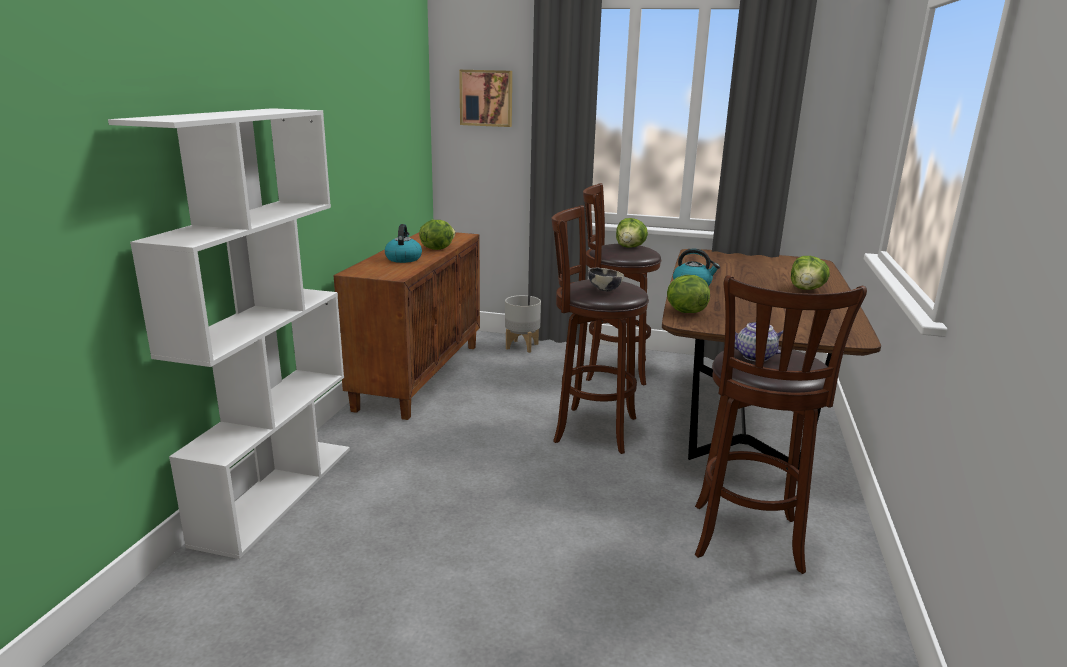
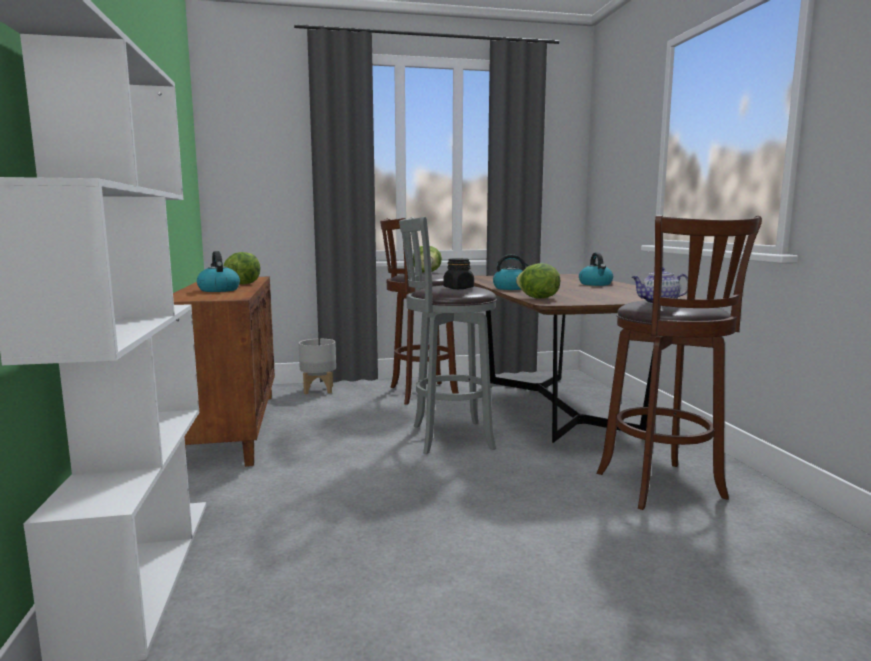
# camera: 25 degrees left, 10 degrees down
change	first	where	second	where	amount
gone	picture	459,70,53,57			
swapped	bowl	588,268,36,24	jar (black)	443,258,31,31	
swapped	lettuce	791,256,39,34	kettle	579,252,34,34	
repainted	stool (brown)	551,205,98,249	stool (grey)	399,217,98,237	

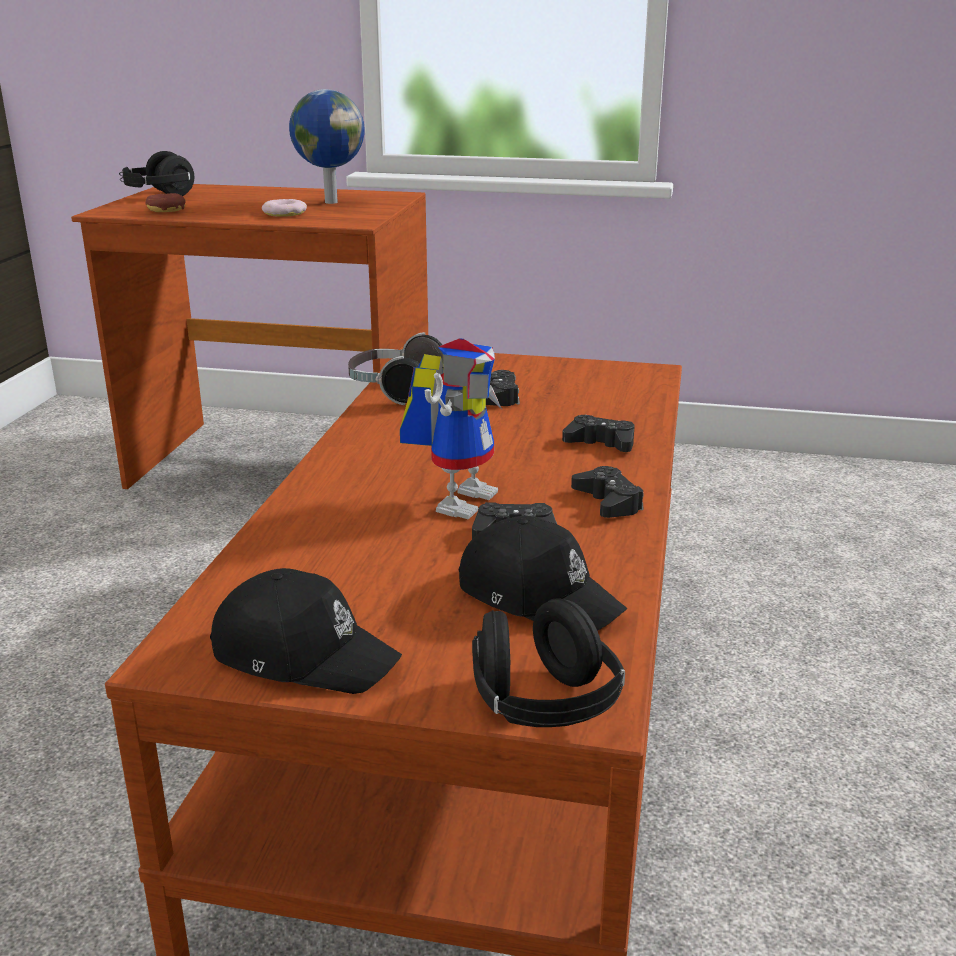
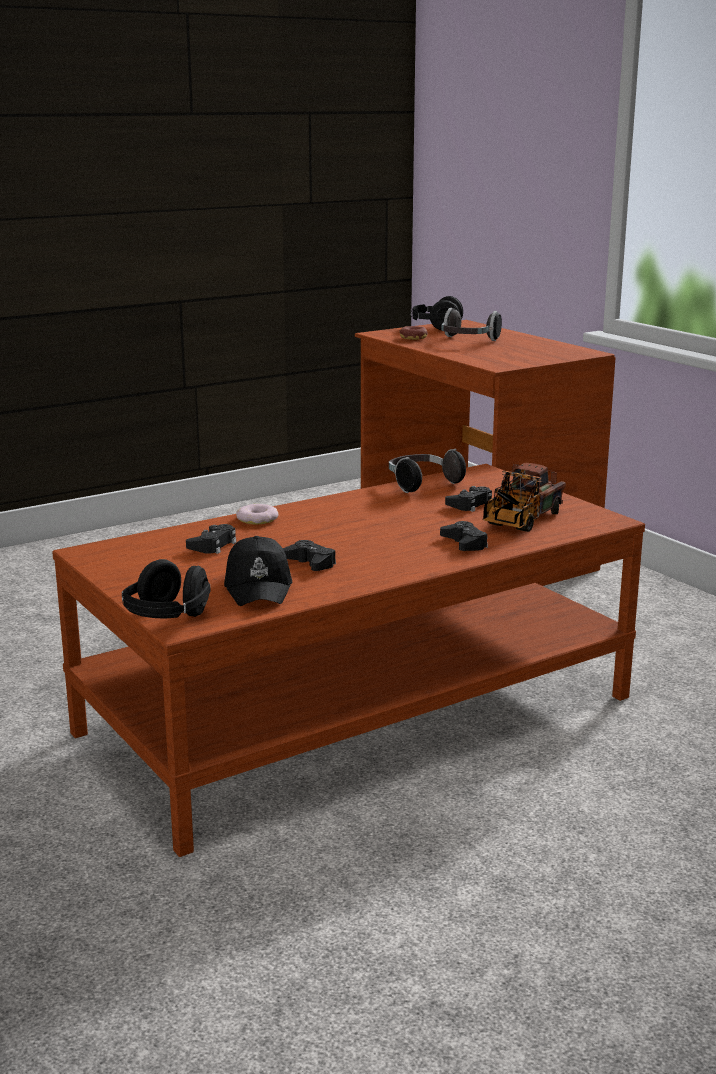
# camera: 45 degrees right, 5 degrees down
change	first	where	second	where	amount
gone	cap (black)	210,568,192,126			
gone	globe	289,89,76,115			
gone	toy robot	400,338,102,182			
new			headphones	442,308,60,33	
new			toy truck	482,463,84,69	
shifted	donut	262,199,45,18		236,504,43,21	
shifted	game controller (black)	571,466,73,52		186,524,51,30	

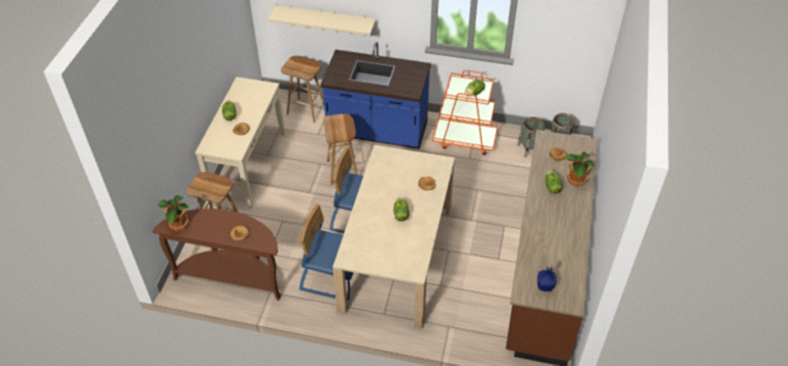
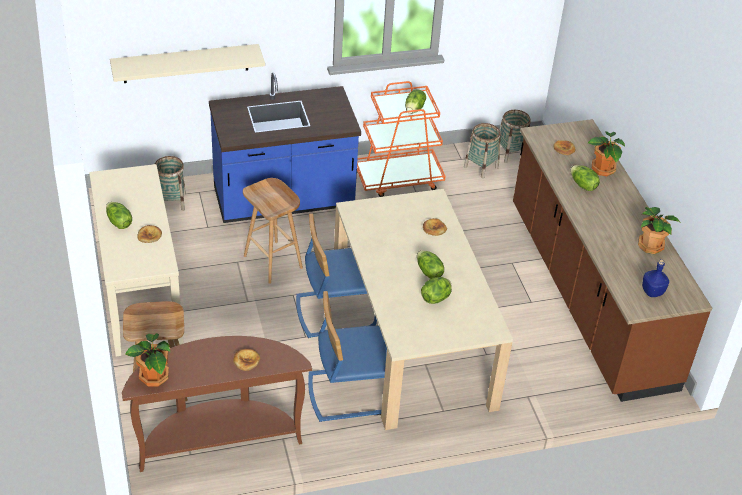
# camera: 30 degrees left, 5 degrees down
change	first	where	second	where	amount
new			lettuce	421,277,31,27	
new			potted plant	638,207,42,47	
swapped	stool (brown)	281,56,43,67	basket	155,156,31,55	

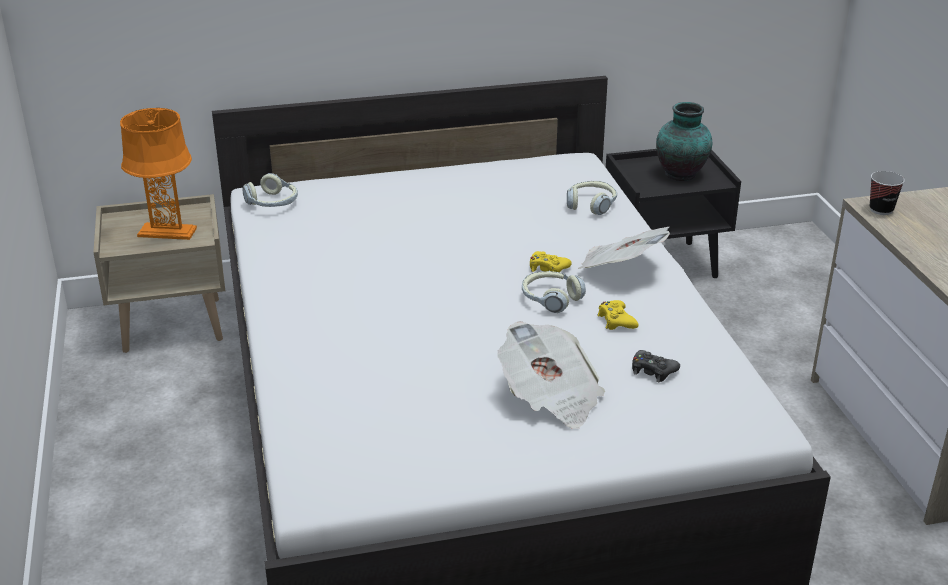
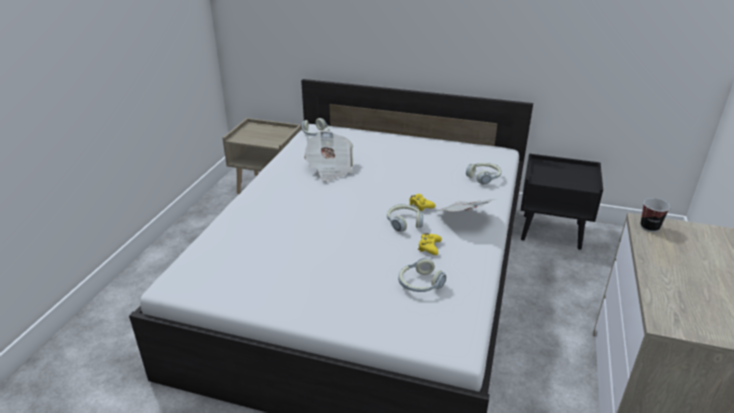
# camera: 30 degrees right, 0 degrees up
change	first	where	second	where	amount
gone	table lamp (orange)	120,108,77,132			
gone	vase	656,102,57,79			
shifted	newspaper	497,321,108,108		304,130,50,52	
swapped	game controller (black)	632,350,48,32	headphones	398,258,48,34	

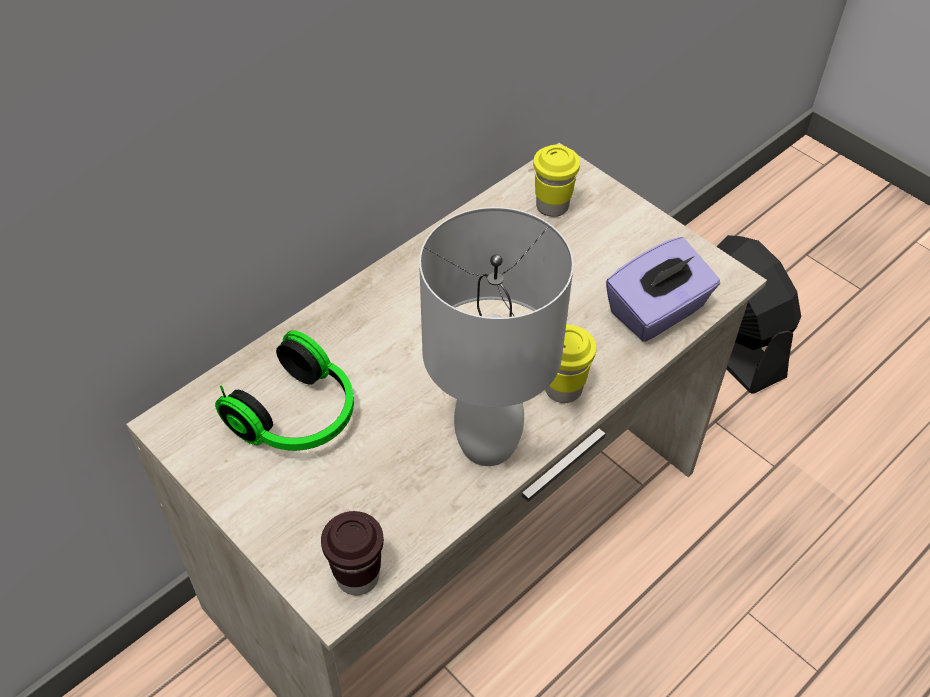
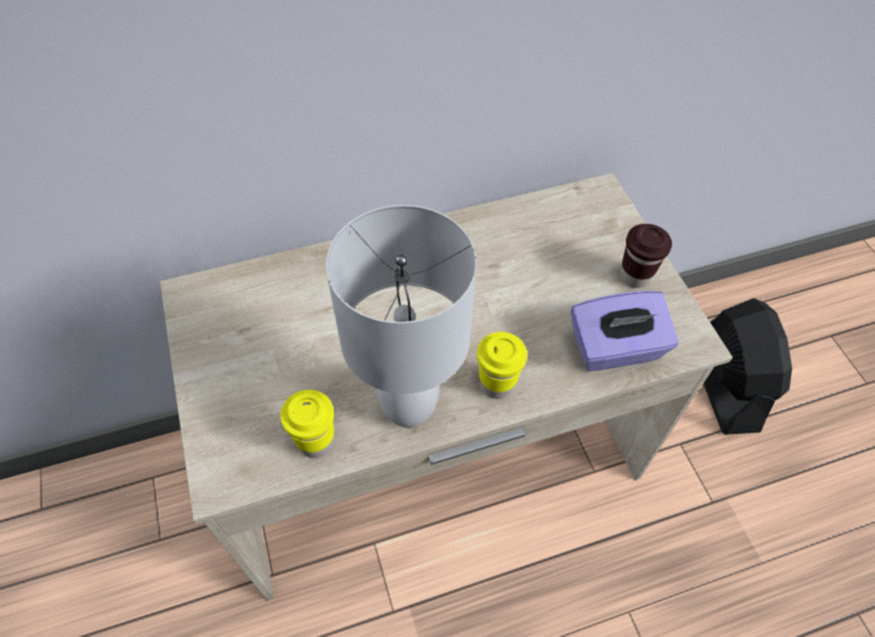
# camera: 25 degrees right, 5 degrees up
change	first	where	second	where	amount
gone	headphones	215,330,139,121			
shifted	cup (brown)	321,511,63,85		620,224,52,64	
shifted	cup (yellow)	533,145,47,72		280,390,54,68	

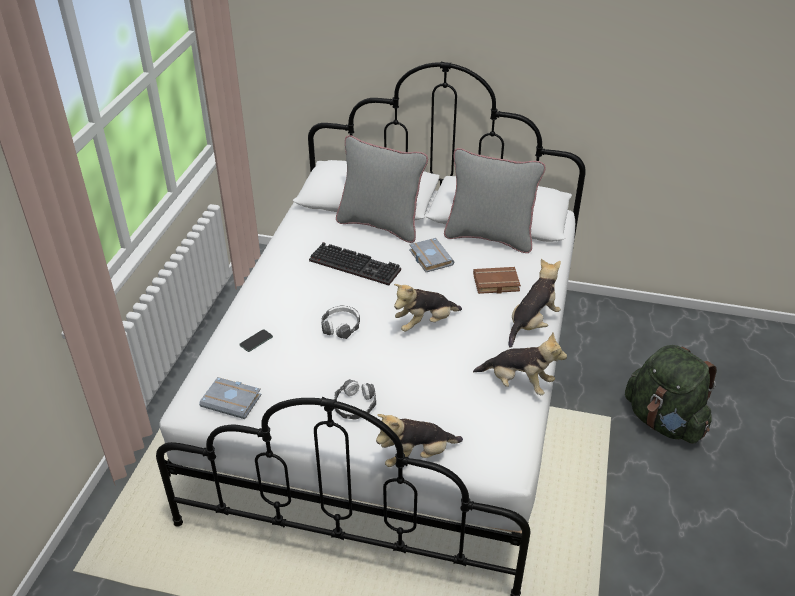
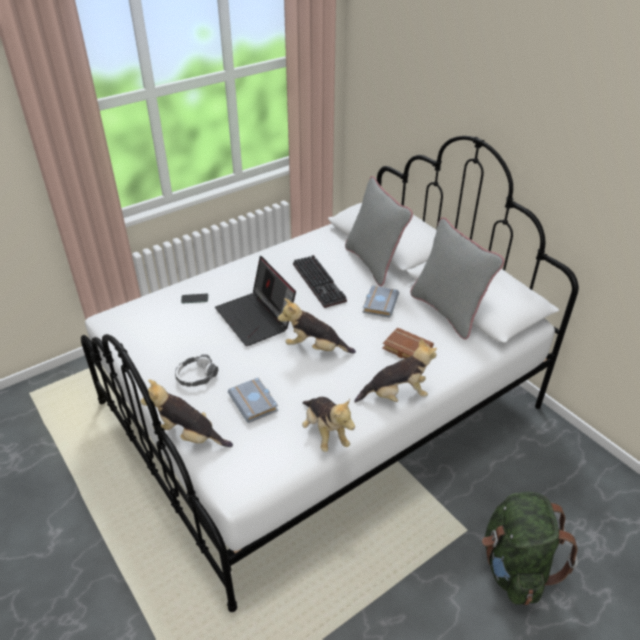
# camera: 40 degrees right, 0 degrees up
change	first	where	second	where	amount
shifted	book (grey)	199,377,62,42		228,378,50,45	
swapped	headphones	321,305,39,34	laptop	215,256,81,90	

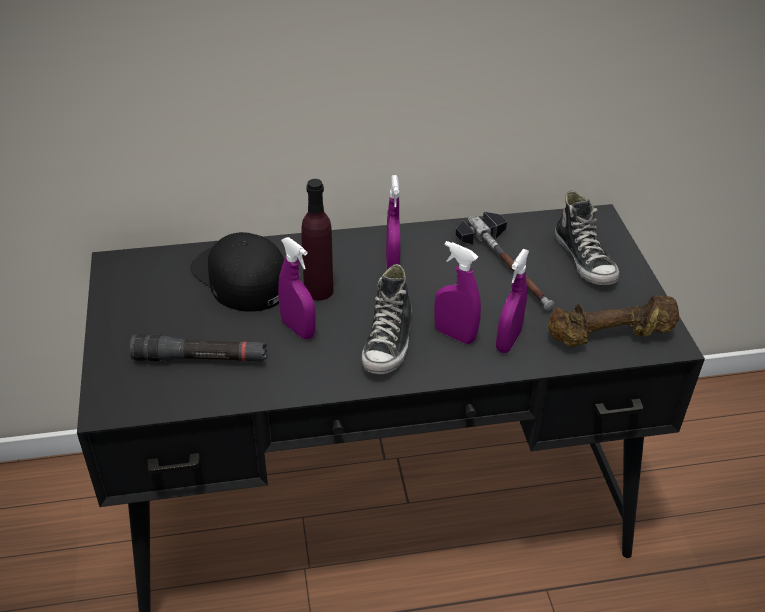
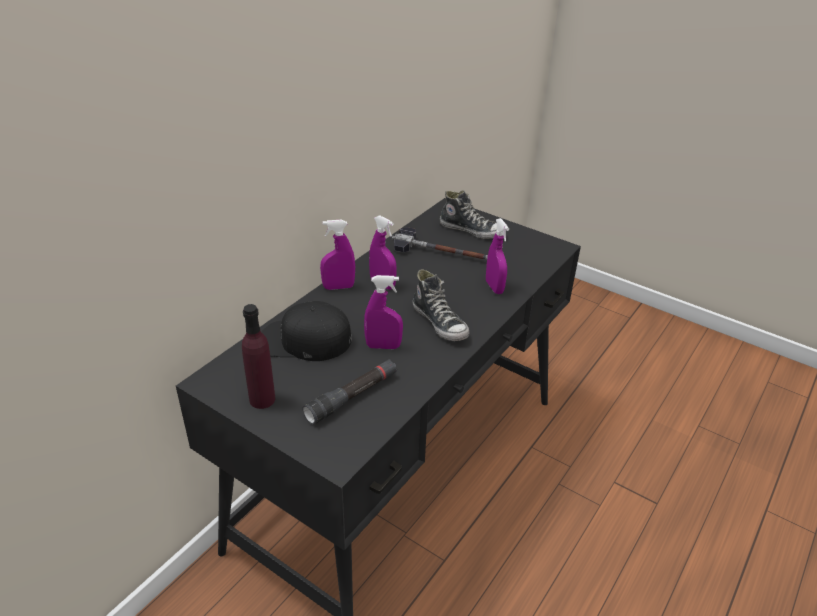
# camera: 45 degrees left, 5 degrees down
change	first	where	second	where	amount
gone	dumbbell (brown)	548,295,131,52			
shifted	bottle (purple)	301,179,32,122		242,304,33,105	
shifted	spray bottle (purple)	434,241,47,103		320,220,35,70	

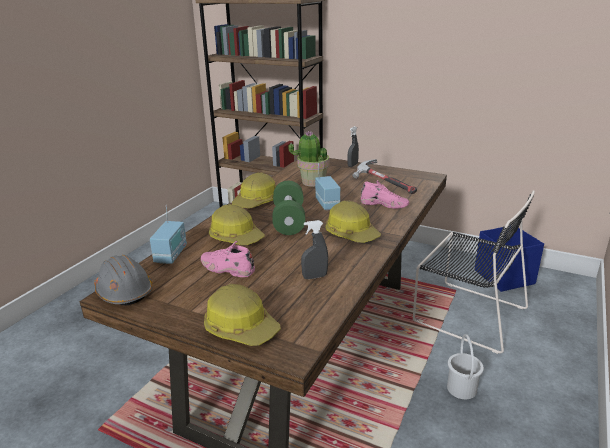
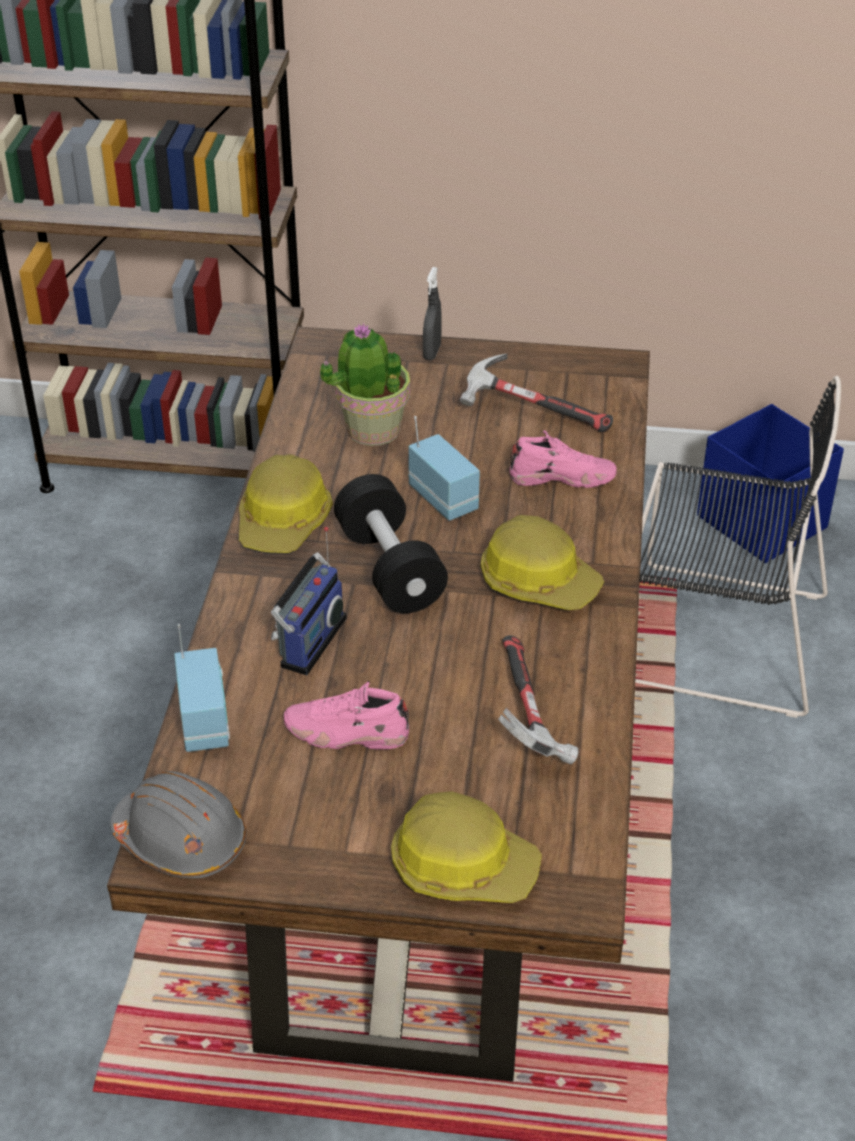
# camera: 20 degrees left, 15 degrees up
change	first	where	second	where	amount
gone	bucket (white)	447,334,37,65			
swapped	hard hat	209,204,56,41	radio	271,527,76,148	
swapped	spray bottle (grey)	301,220,27,59	hammer	498,635,80,129	
repainted	dumbbell (green)	272,181,33,54	dumbbell (black)	334,474,114,139	

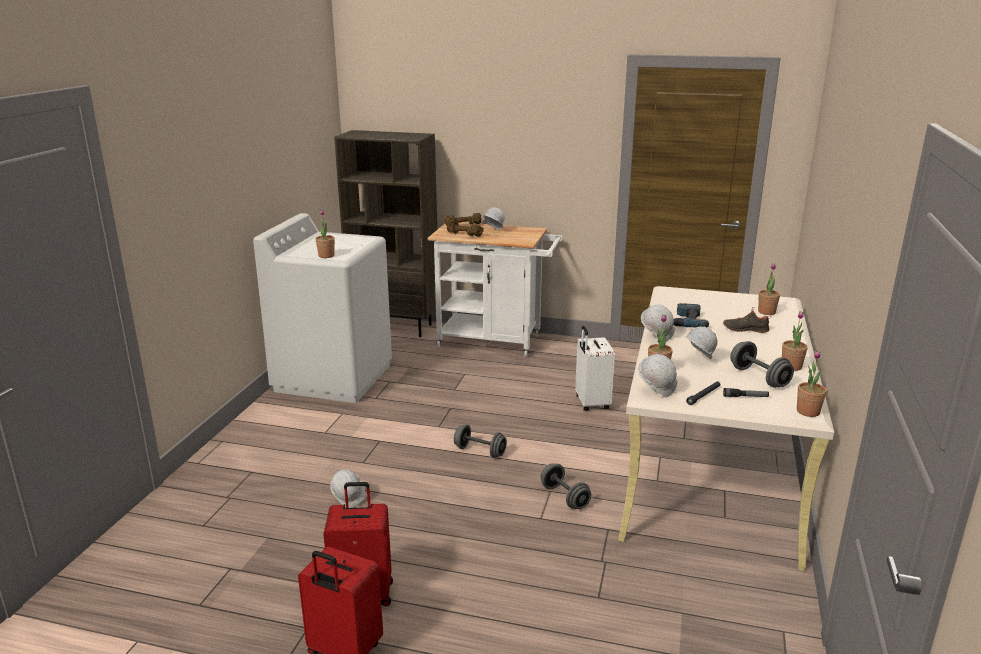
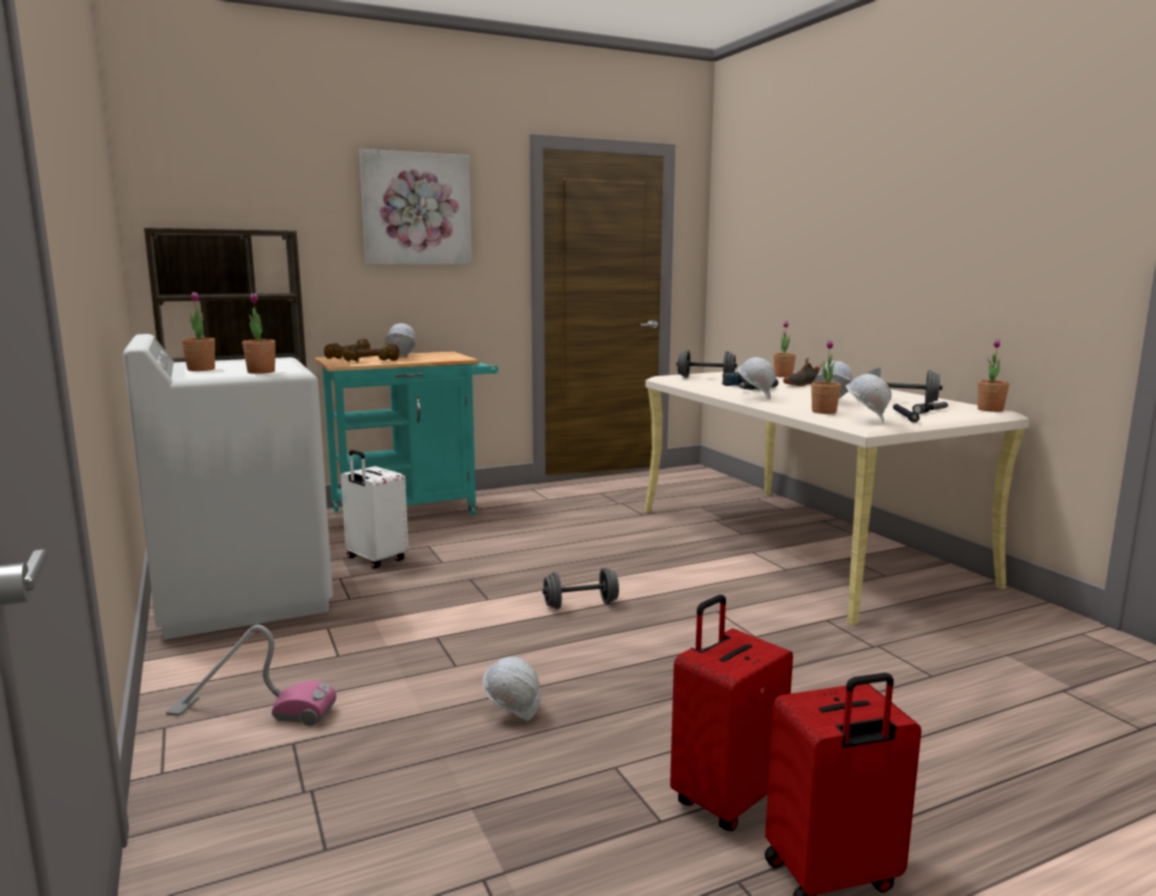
# camera: 40 degrees left, 10 degrees down
change	first	where	second	where	amount
new			vacuum cleaner	166,625,170,101	
new			picture	359,149,113,116	
shifted	dumbbell (grey)	541,464,50,45		676,350,61,28	
shifted	suitcase (white)	575,326,40,85		341,450,68,119	
shifted	potted plant	782,311,26,60		182,292,33,79	
repainted	cart (white)	428,222,135,135	cart (turquoise)	315,352,183,168	

